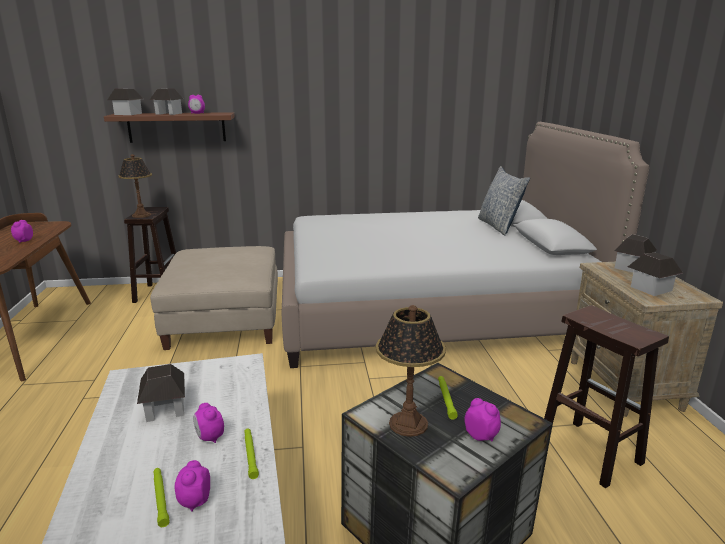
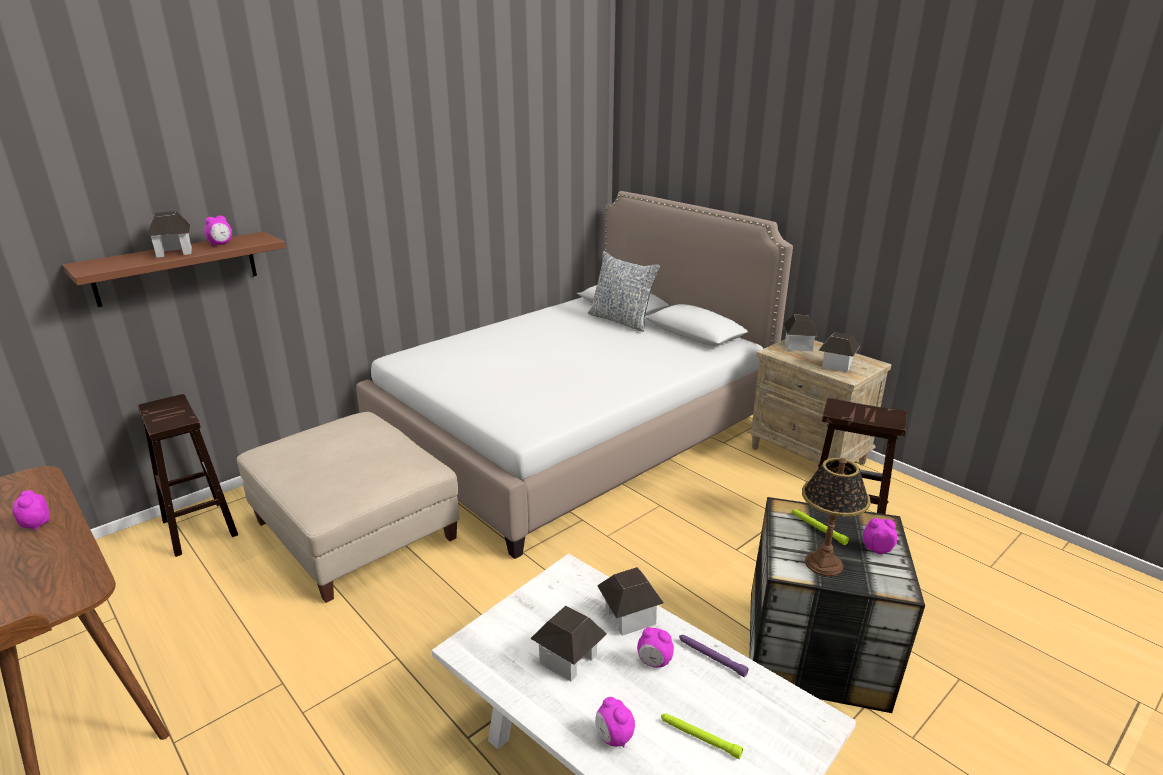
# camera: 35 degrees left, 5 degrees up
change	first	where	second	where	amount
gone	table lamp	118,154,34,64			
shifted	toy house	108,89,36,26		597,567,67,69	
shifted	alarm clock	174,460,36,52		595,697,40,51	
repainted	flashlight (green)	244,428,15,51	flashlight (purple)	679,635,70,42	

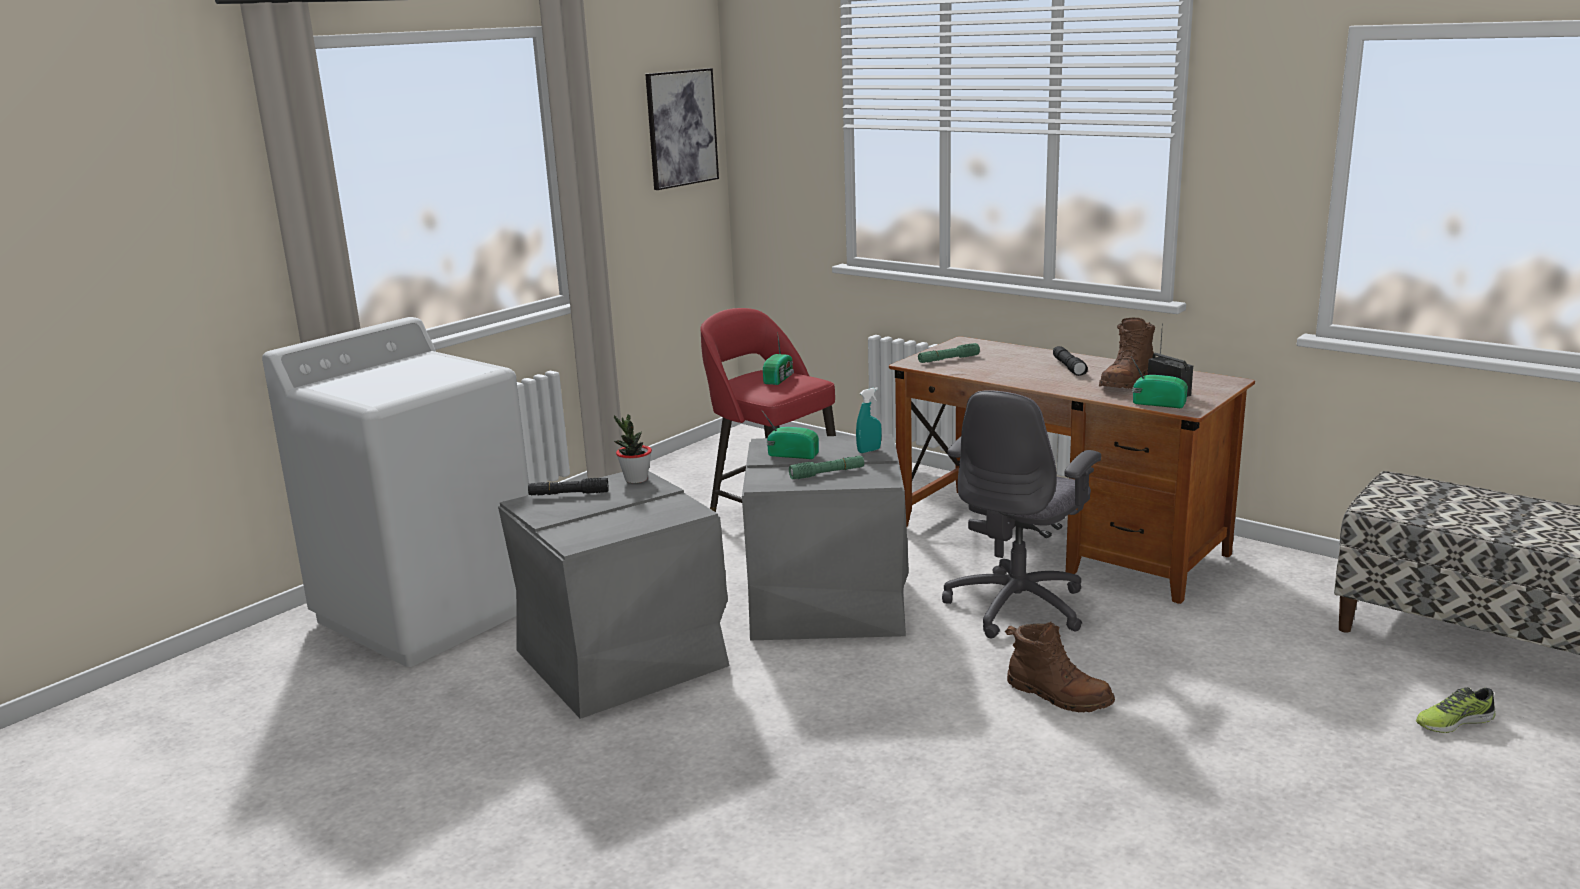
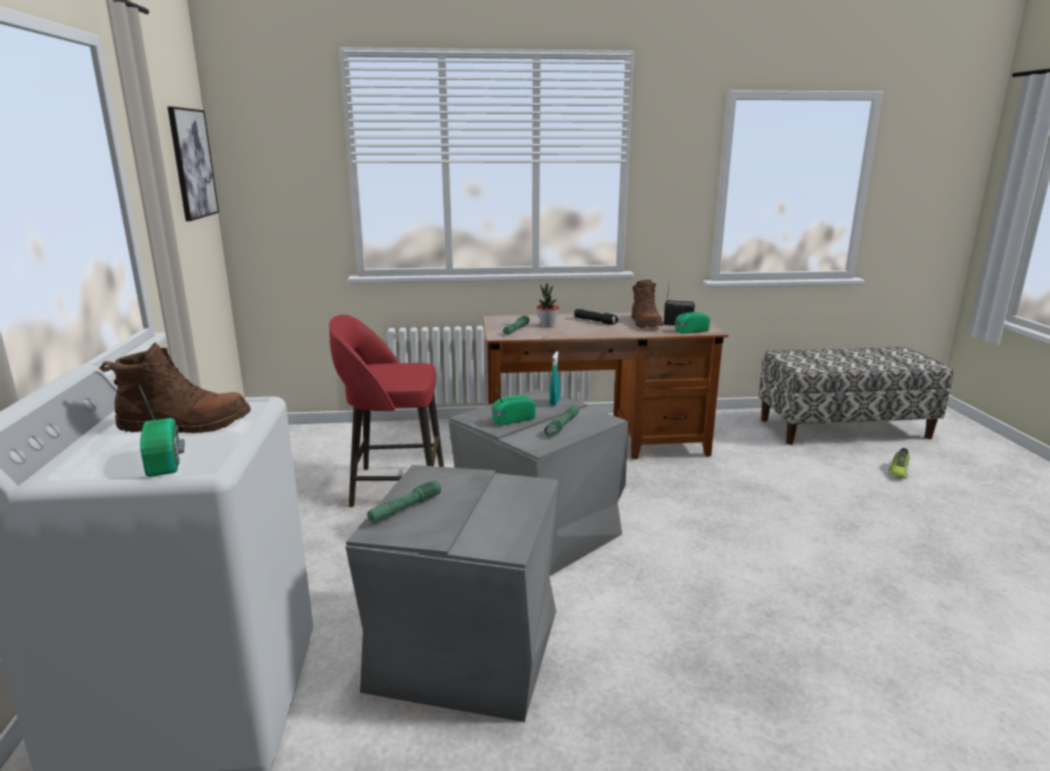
# camera: 45 degrees left, 0 degrees up
change	first	where	second	where	amount
gone	office chair (grey)	942,390,159,249			
shifted	potted plant	614,415,38,68		537,283,22,44	
shifted	radio	763,336,31,49		139,385,46,92	
shifted	boot (brown)	1005,622,110,91		99,342,152,91	
repainted	flashlight (black)	528,477,80,18	flashlight (green)	367,480,74,43	

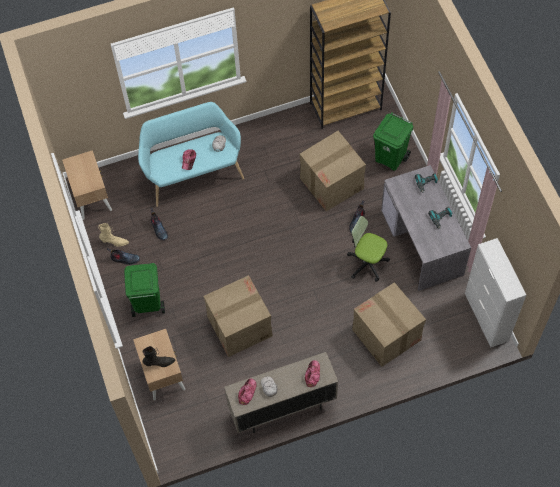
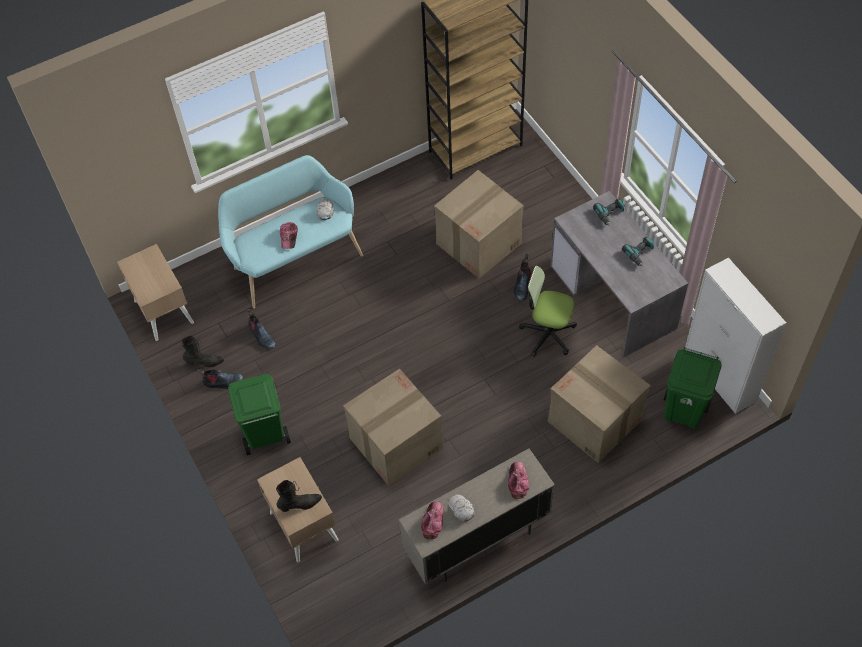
# camera: 10 degrees left, 5 degrees down
change	first	where	second	where	amount
shifted	trash can (green)	373,113,40,58		664,347,58,82	
repainted	boot (beige)	98,223,31,24	boot (black)	181,336,43,32	

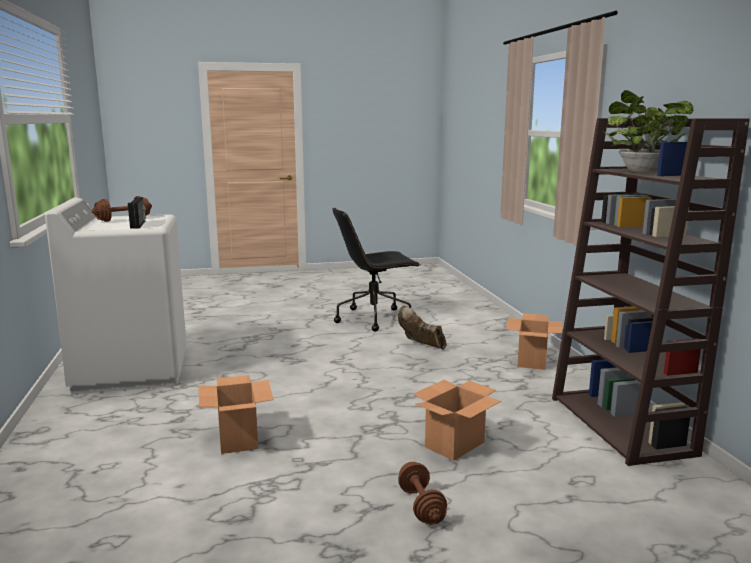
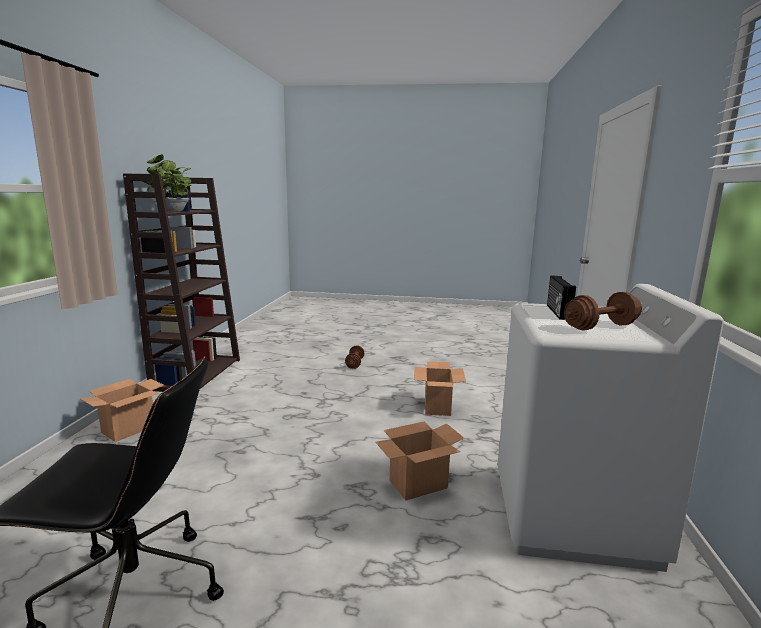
# camera: 160 degrees left, 0 degrees up
change	first	where	second	where	amount
gone	boot (brown)	398,306,48,44			
shifted	cardboard box	413,379,88,82		375,422,90,78	

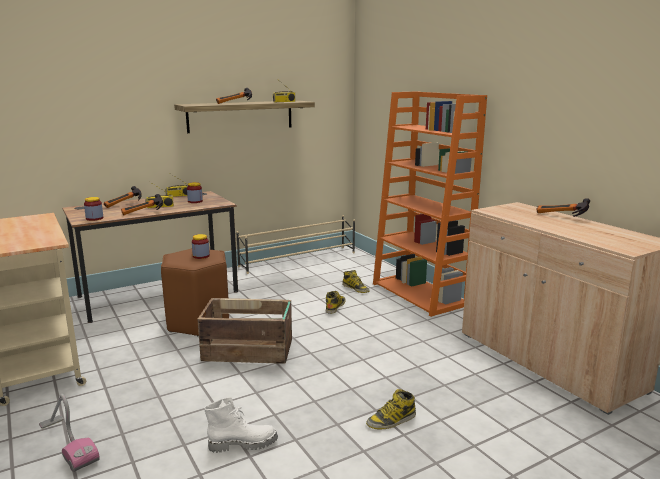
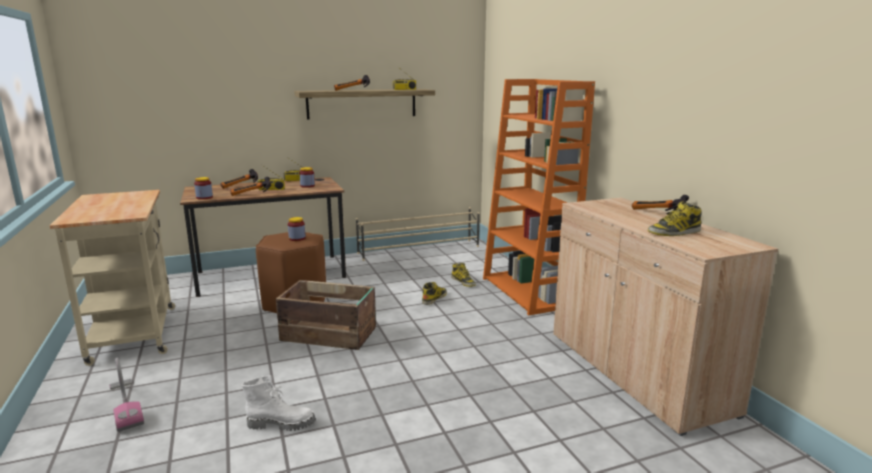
# camera: 10 degrees right, 0 degrees up
change	first	where	second	where	amount
shifted	boot	366,389,50,40		648,201,54,35	

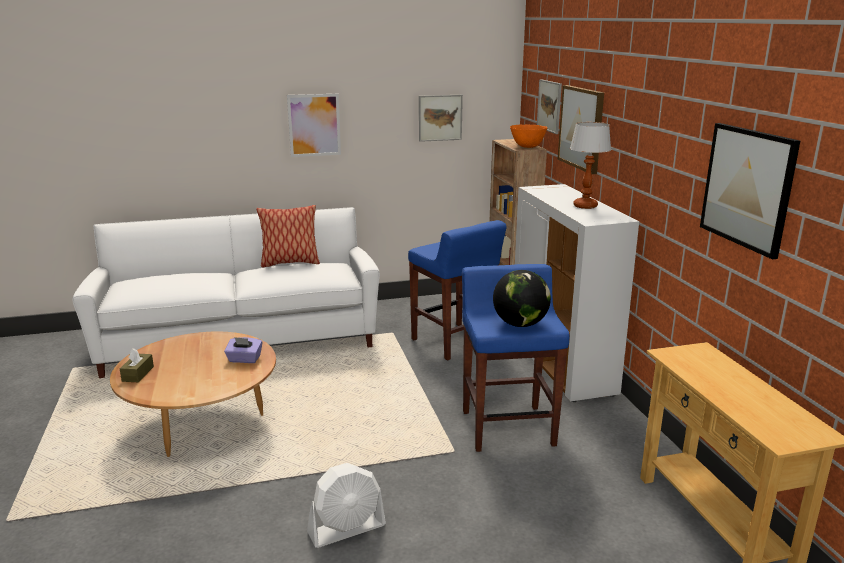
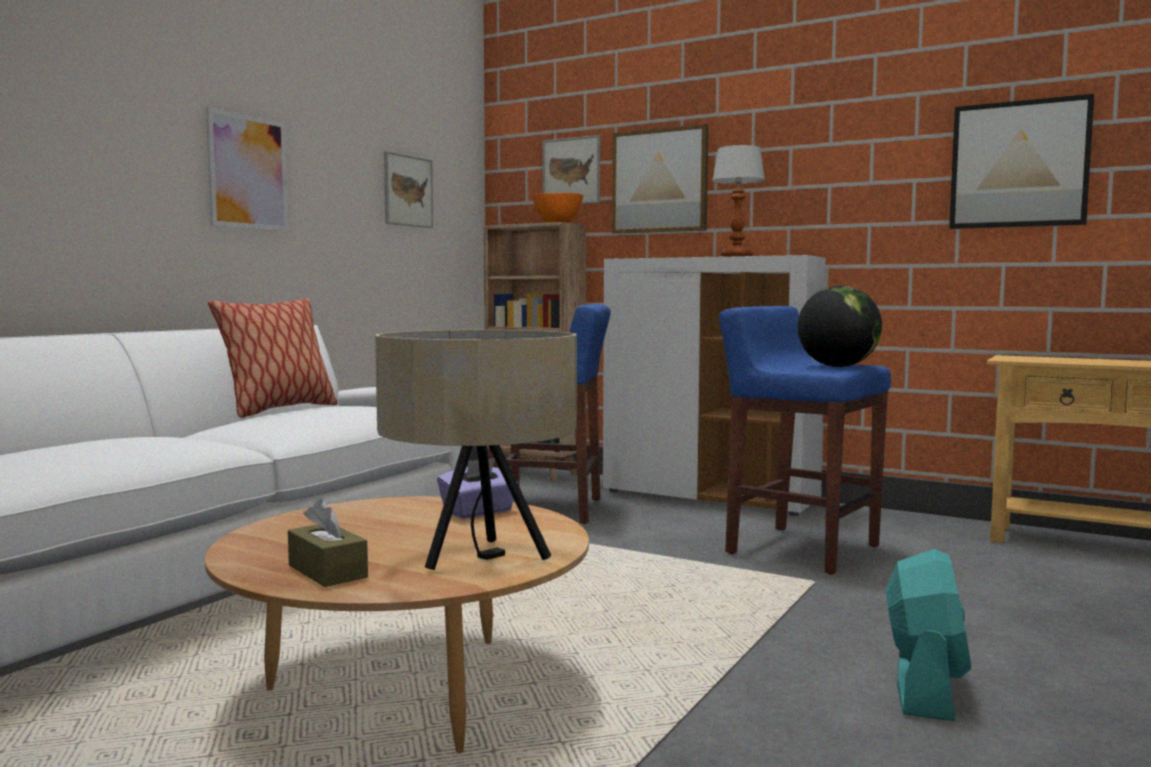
# camera: 45 degrees left, 15 degrees down
change	first	where	second	where	amount
new			table lamp (beige)	375,330,202,240	
repainted	fan (white)	307,463,79,85	fan (turquoise)	886,549,85,172	

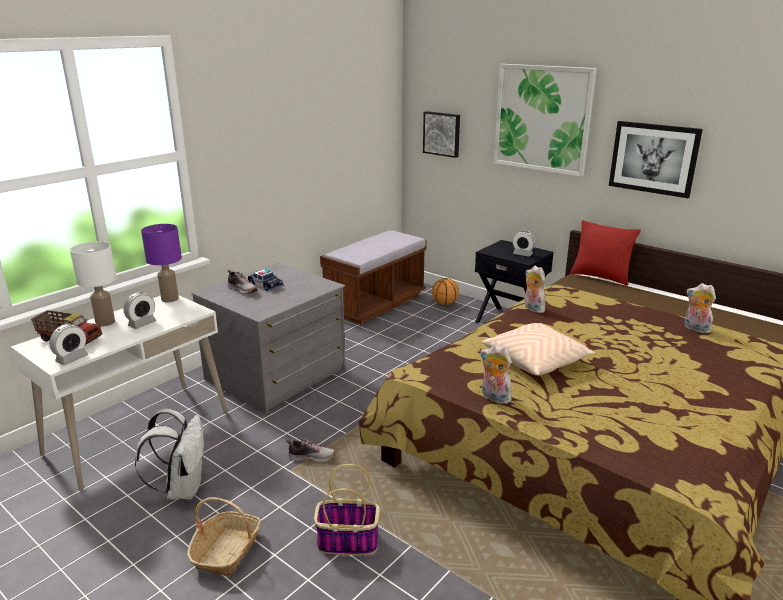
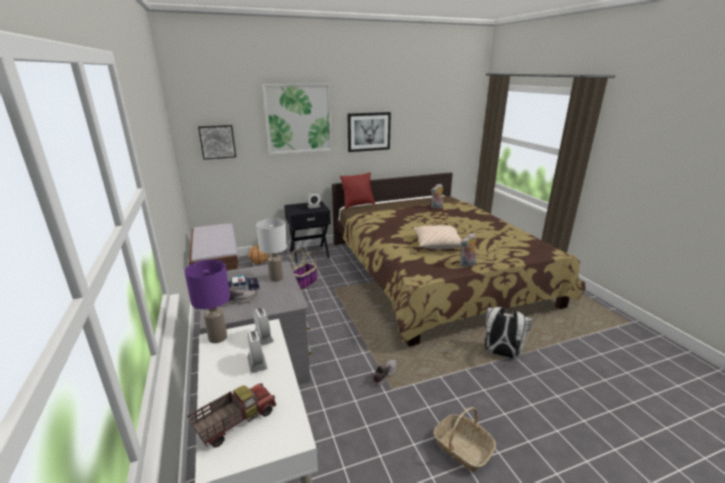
# camera: 60 degrees left, 0 degrees up
change	first	where	second	where	amount
gone	plush toy	525,266,21,47			
shifted	alarm clock	49,324,39,41		253,308,21,38	
shifted	table lamp (white)	70,241,47,85		257,219,30,63	
shifted	backpack (white)	135,409,70,91		485,307,47,52	
shifted	basket	314,464,66,91		291,248,26,42	

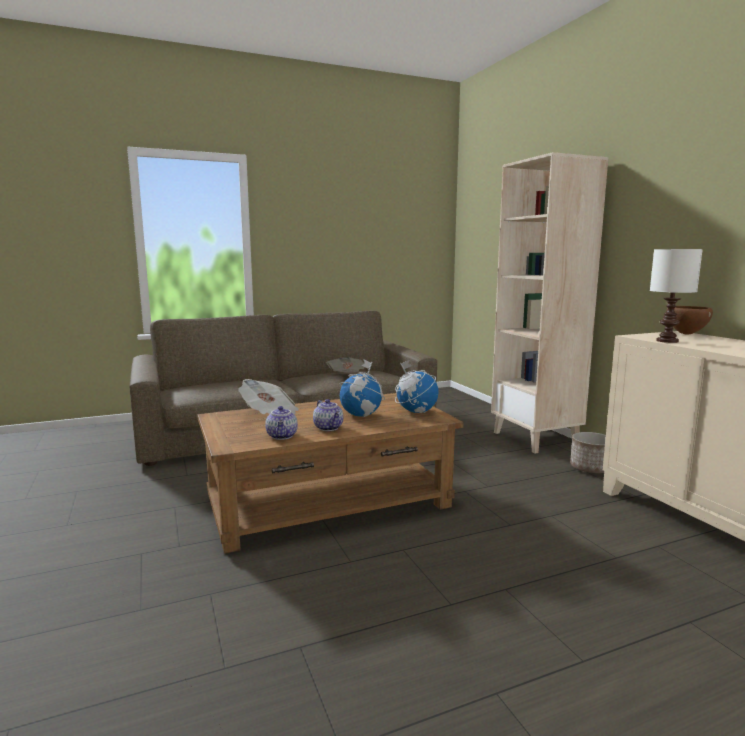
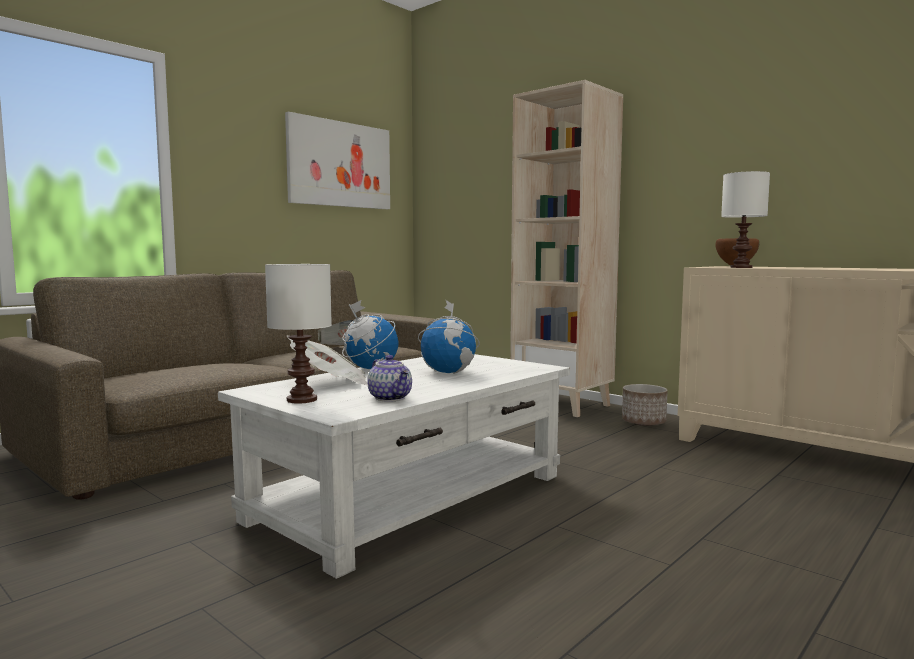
# camera: 25 degrees left, 5 degrees down
change	first	where	second	where	amount
gone	teapot	313,399,30,32			
new			table lamp (white)	265,264,67,139	
new			picture	285,112,105,97	
shifted	globe	395,360,44,53		342,300,57,69	
repainted	coffee table (brown)	197,393,266,161	coffee table (white)	218,354,352,225	

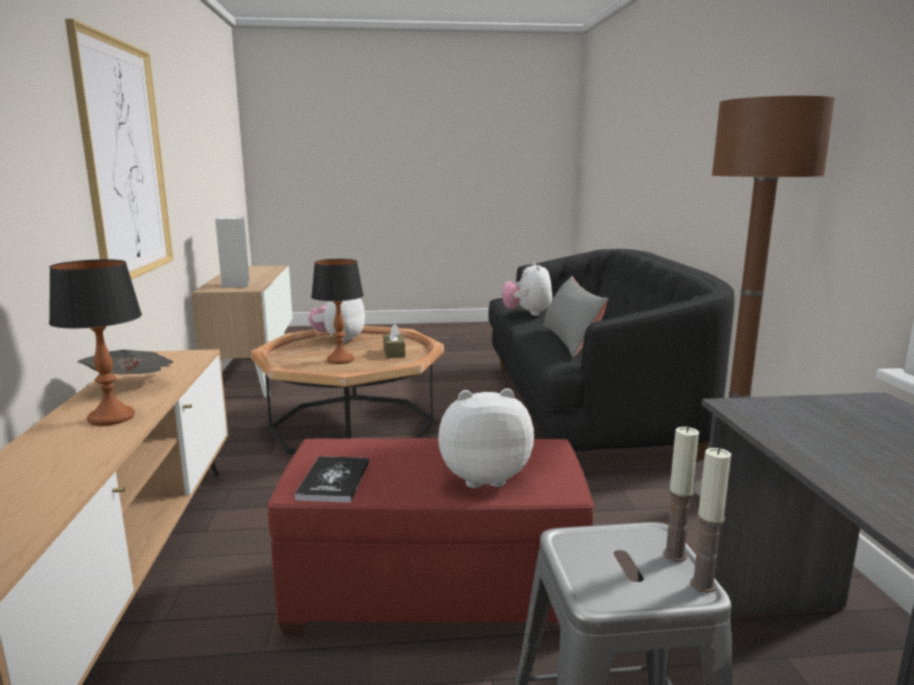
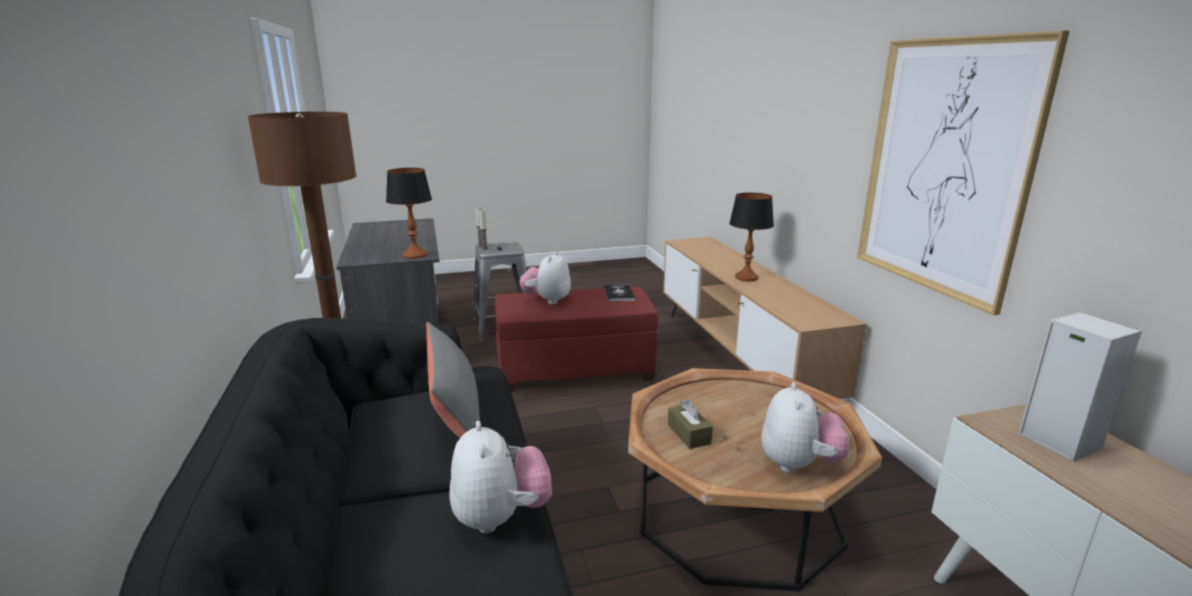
# camera: 170 degrees right, 5 degrees up
change	first	where	second	where	amount
gone	newspaper	77,350,96,25			
shifted	table lamp	311,259,53,105		386,168,46,91	
rotated	plush toy	438,388,96,100		519,251,52,54	120 degrees clockwise

